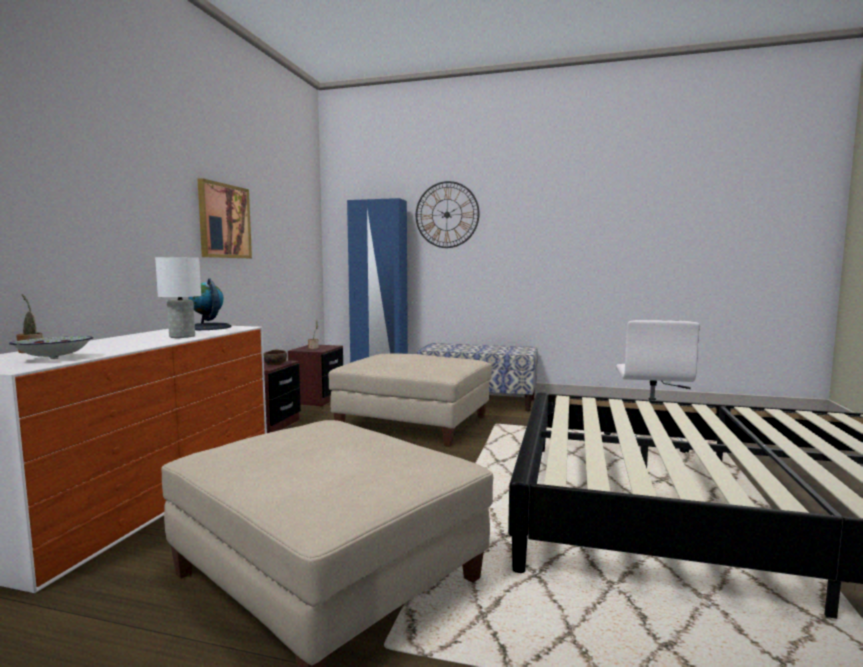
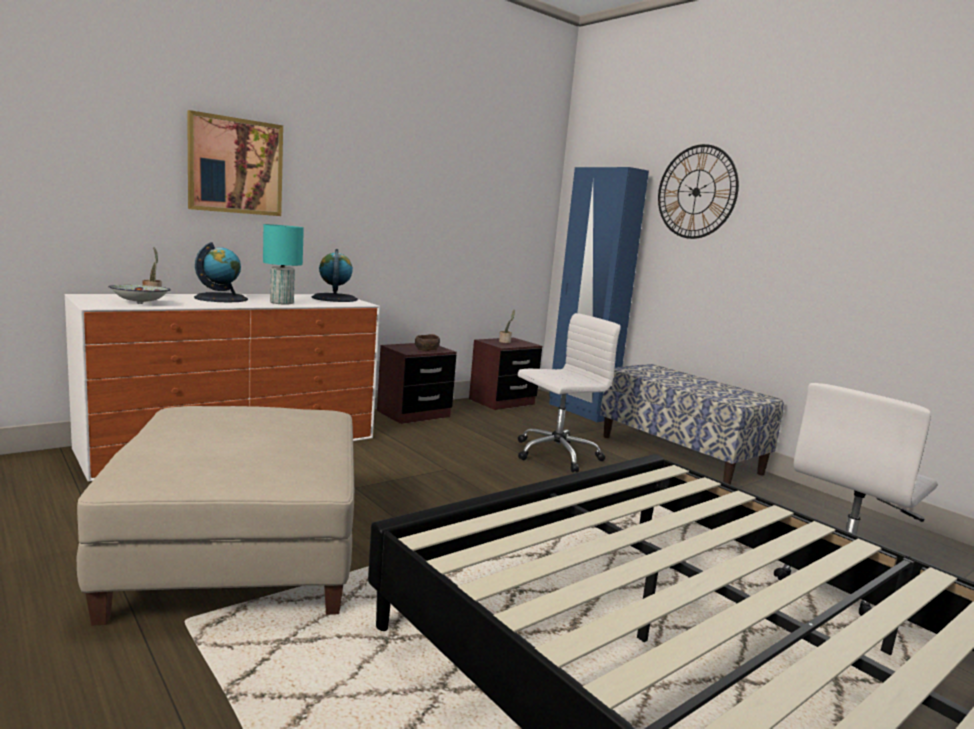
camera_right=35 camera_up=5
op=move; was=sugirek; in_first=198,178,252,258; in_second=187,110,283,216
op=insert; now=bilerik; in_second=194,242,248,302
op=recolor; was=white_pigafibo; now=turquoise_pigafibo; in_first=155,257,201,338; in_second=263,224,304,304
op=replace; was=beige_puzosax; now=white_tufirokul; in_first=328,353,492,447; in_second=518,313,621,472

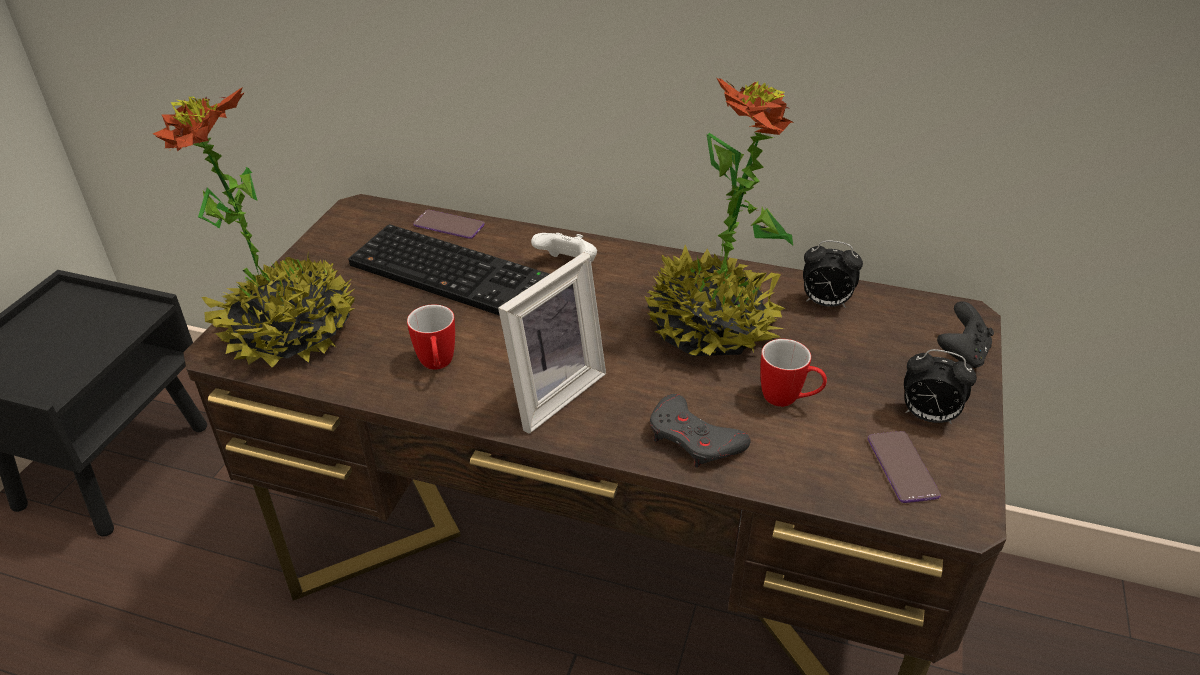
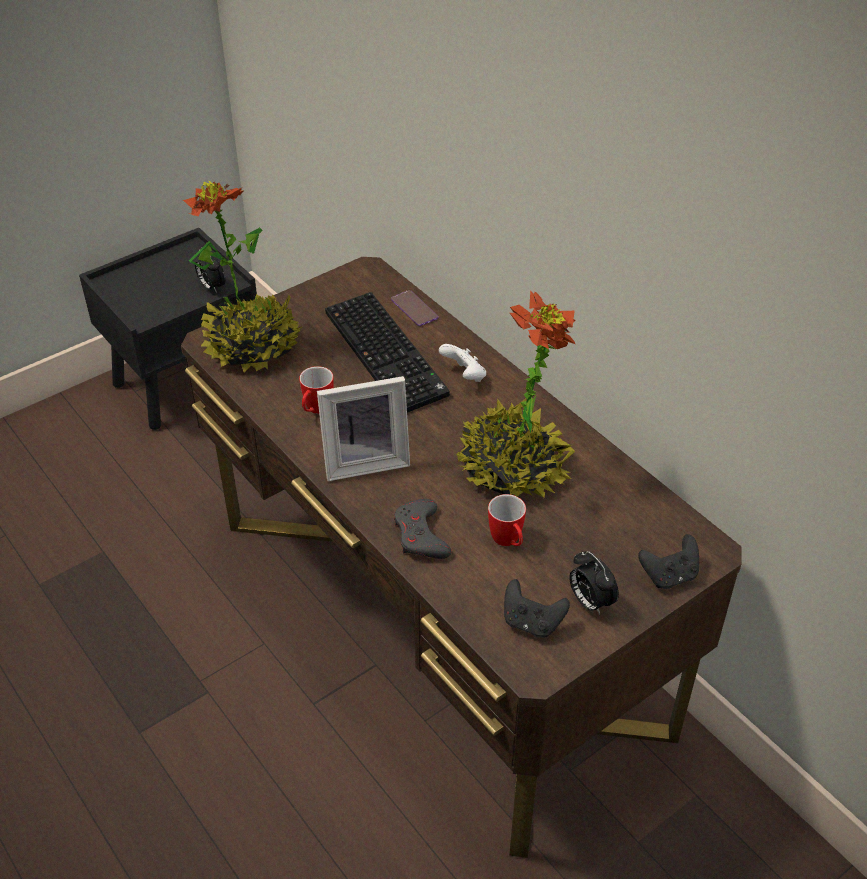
camera_right=35 camera_up=5
op=move; was=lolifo; in_first=803,240,863,308; in_second=195,247,225,293
op=replace; was=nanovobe; now=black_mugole; in_first=868,431,941,503; in_second=504,579,570,638

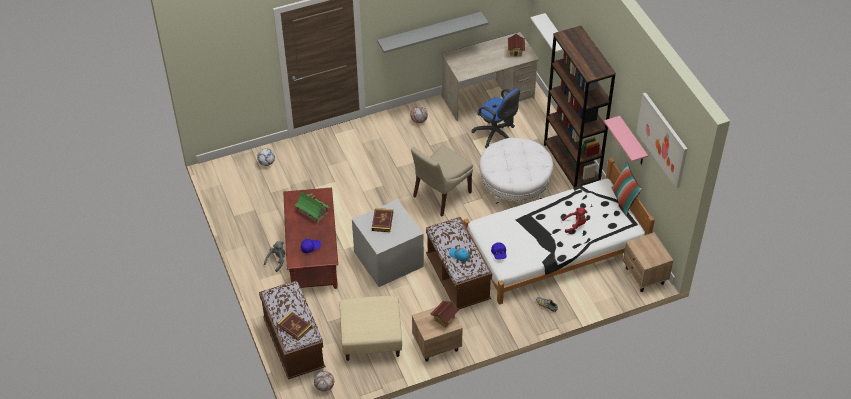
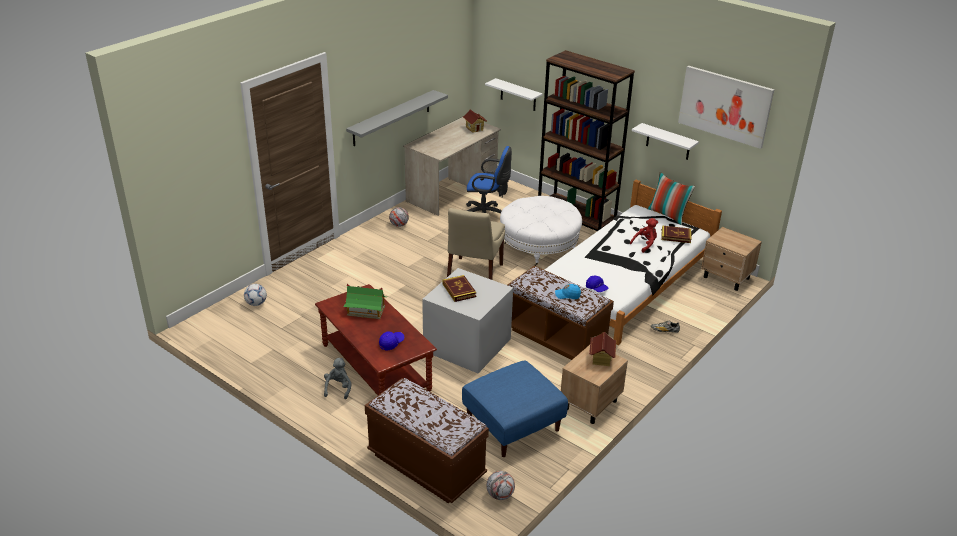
camera_right=-30 camera_up=-15
op=recolor; was=beige_puzosax; now=blue_puzosax; in_first=340,296,402,361; in_second=462,360,568,457
op=recolor; was=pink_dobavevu; now=white_dobavevu; in_first=604,116,648,165; in_second=632,123,699,160
op=move; was=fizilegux; in_first=277,311,312,341; in_second=661,226,692,243

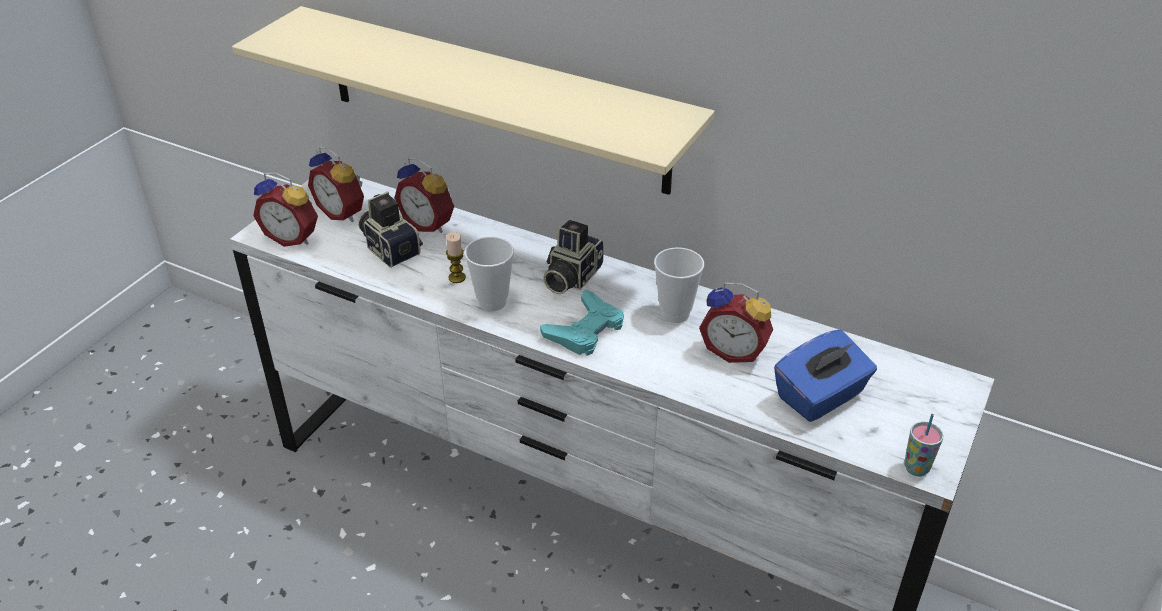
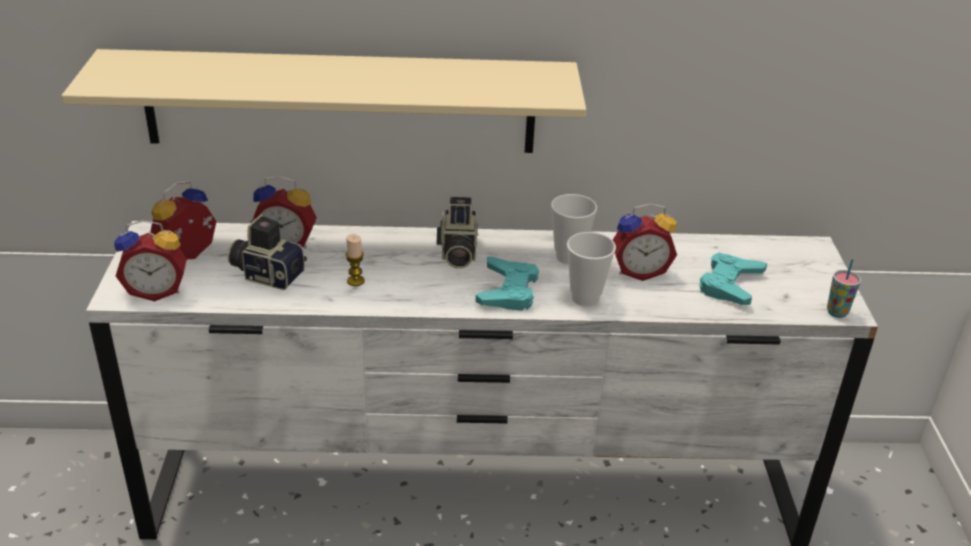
camera_right=-30 camera_up=-5
op=rotate; was=lolifo; in_first=308,147,364,222; in_second=150,181,217,259; clockwise=120
op=move; was=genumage; in_first=464,237,514,311; in_second=567,232,616,307
op=replace; was=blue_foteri; now=turquoise_mugole; in_first=774,330,877,422; in_second=699,253,767,305

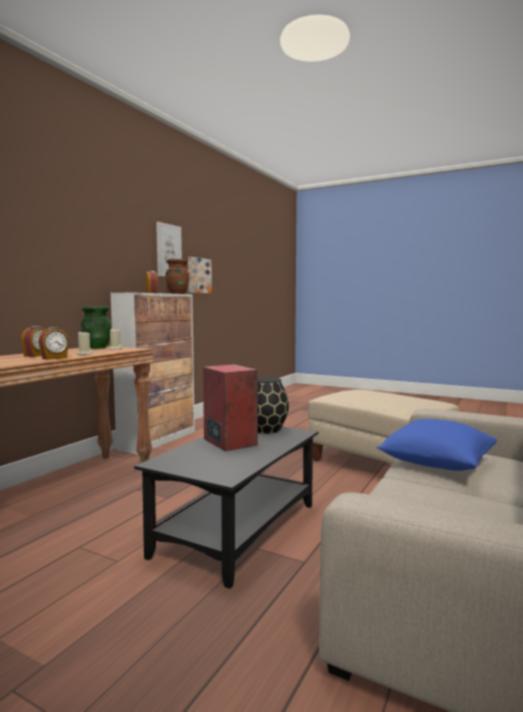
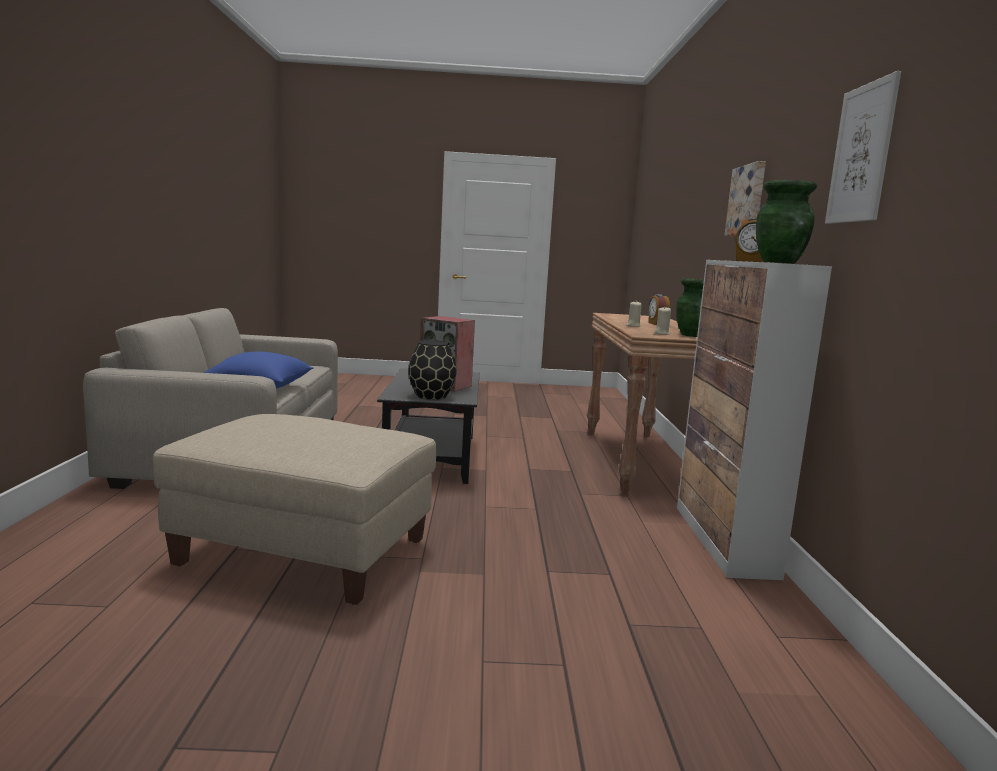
camera_right=150 camera_up=5
op=move; was=sugirek; in_first=188,257,212,293; in_second=724,161,766,236
op=recolor; was=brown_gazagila; now=green_gazagila; in_first=166,259,189,294; in_second=756,180,817,264
op=delete; was=lolifo; in_first=38,327,69,360

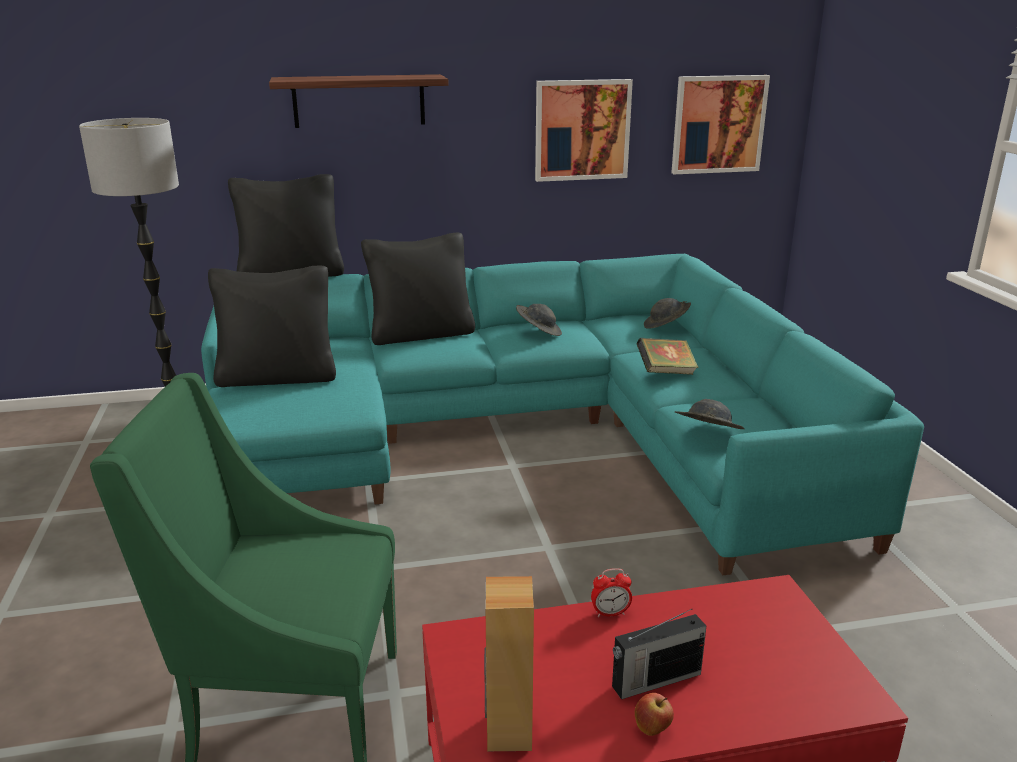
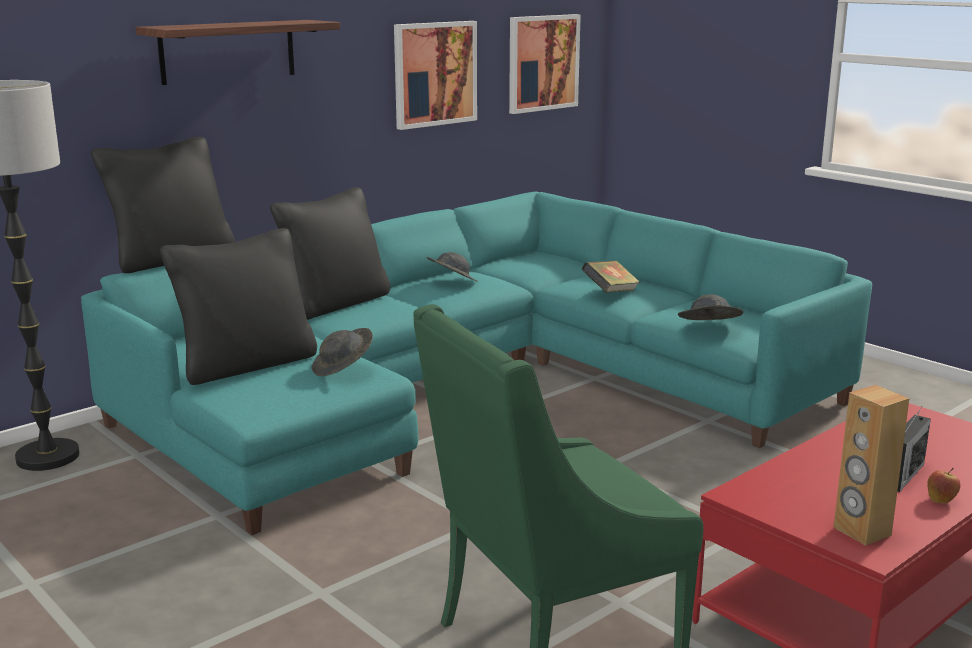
camera_right=-30 camera_up=-5
op=move; was=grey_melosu; in_first=644,298,691,329; in_second=312,328,373,376
op=delete; was=lolifo; in_first=591,568,632,617

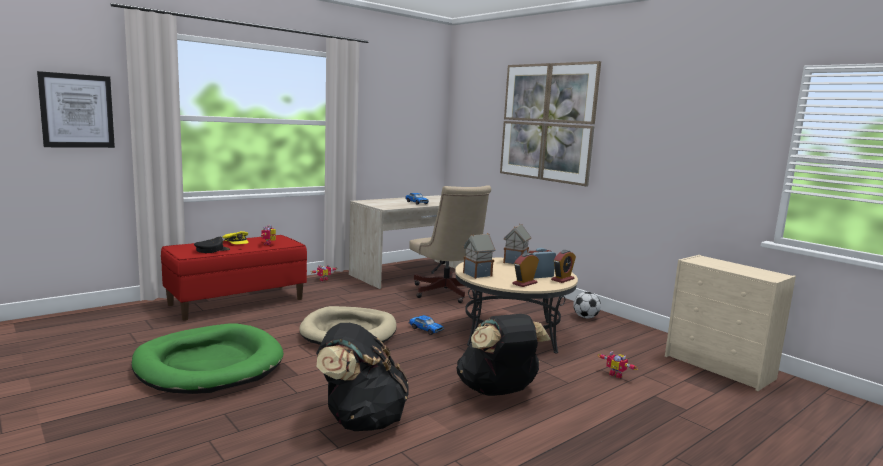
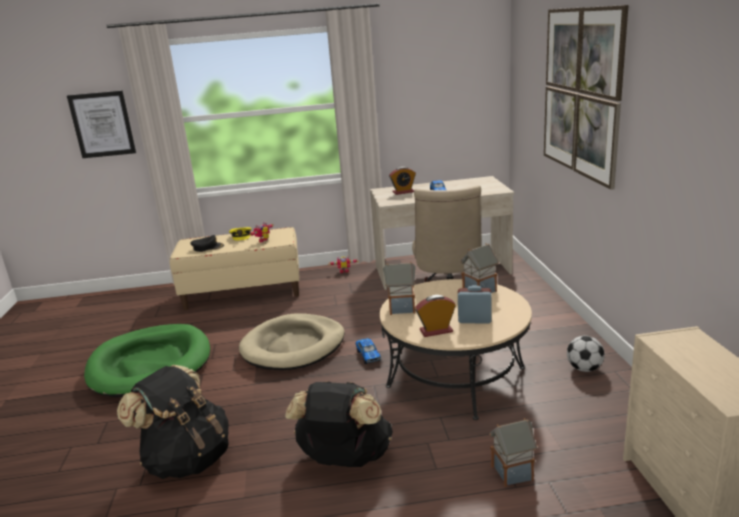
camera_right=35 camera_up=10
op=recolor; was=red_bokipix; now=beige_bokipix; in_first=161,235,307,321; in_second=170,227,299,310
op=move; was=lolifo; in_first=551,250,576,283; in_second=389,167,416,195
op=replace; was=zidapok; now=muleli; in_first=598,351,638,378; in_second=489,418,538,487

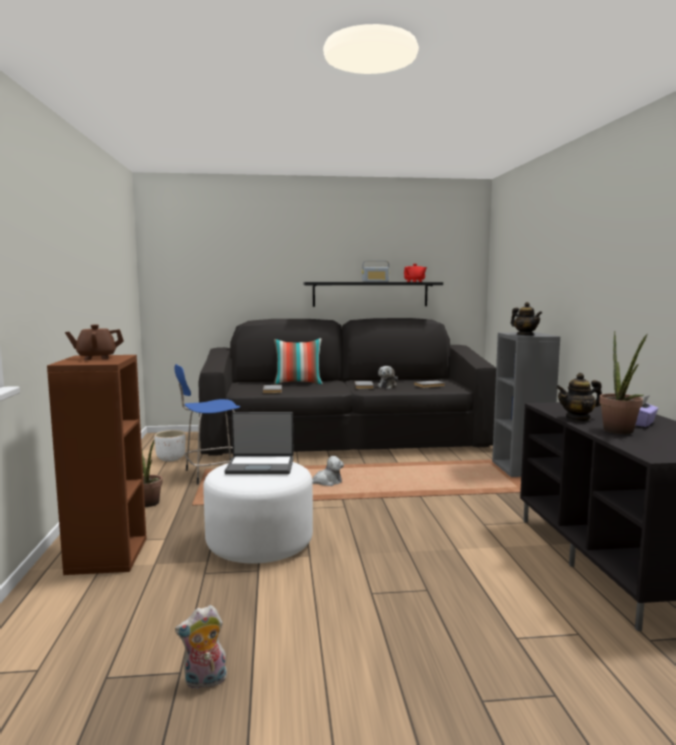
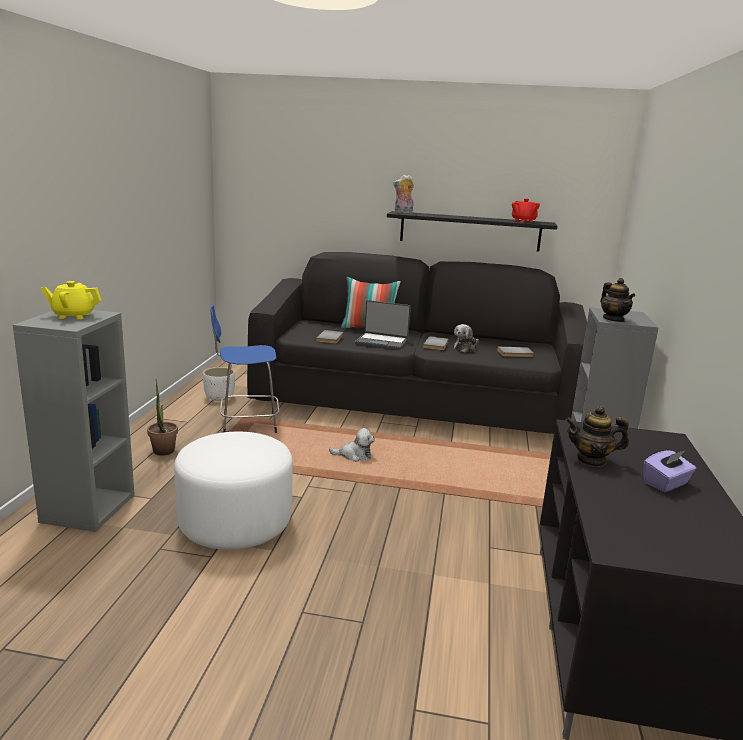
camera_right=15 camera_up=10
op=recolor; was=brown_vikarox; now=grey_vikarox; in_first=47,355,147,575; in_second=13,310,135,532
op=recolor; was=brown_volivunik; now=yellow_volivunik; in_first=65,324,124,360; in_second=41,281,101,319
op=move; was=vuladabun; in_first=225,412,293,474; in_second=355,300,411,350
op=move; was=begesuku; in_first=175,605,227,689; in_second=393,175,414,214
op=delete; was=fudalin; in_first=362,261,390,282
op=delete; was=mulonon; in_first=599,331,648,434

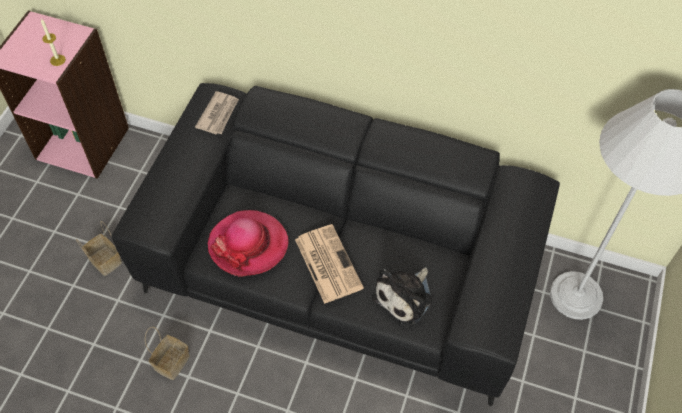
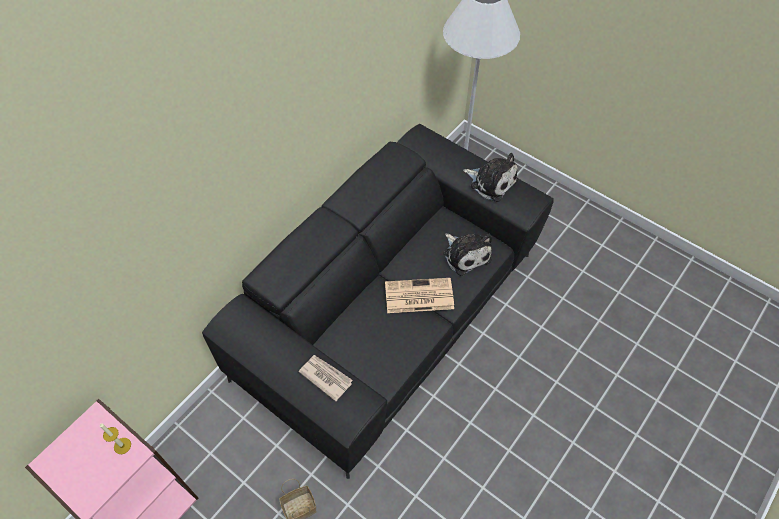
camera_right=-70 camera_up=0
op=move; was=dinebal; in_first=195,91,239,134; in_second=298,355,353,401
op=insert; now=begesuku; in_second=463,153,518,202
op=delete; was=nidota; in_first=145,327,190,380
op=delete; was=melosu; in_first=207,210,289,277

